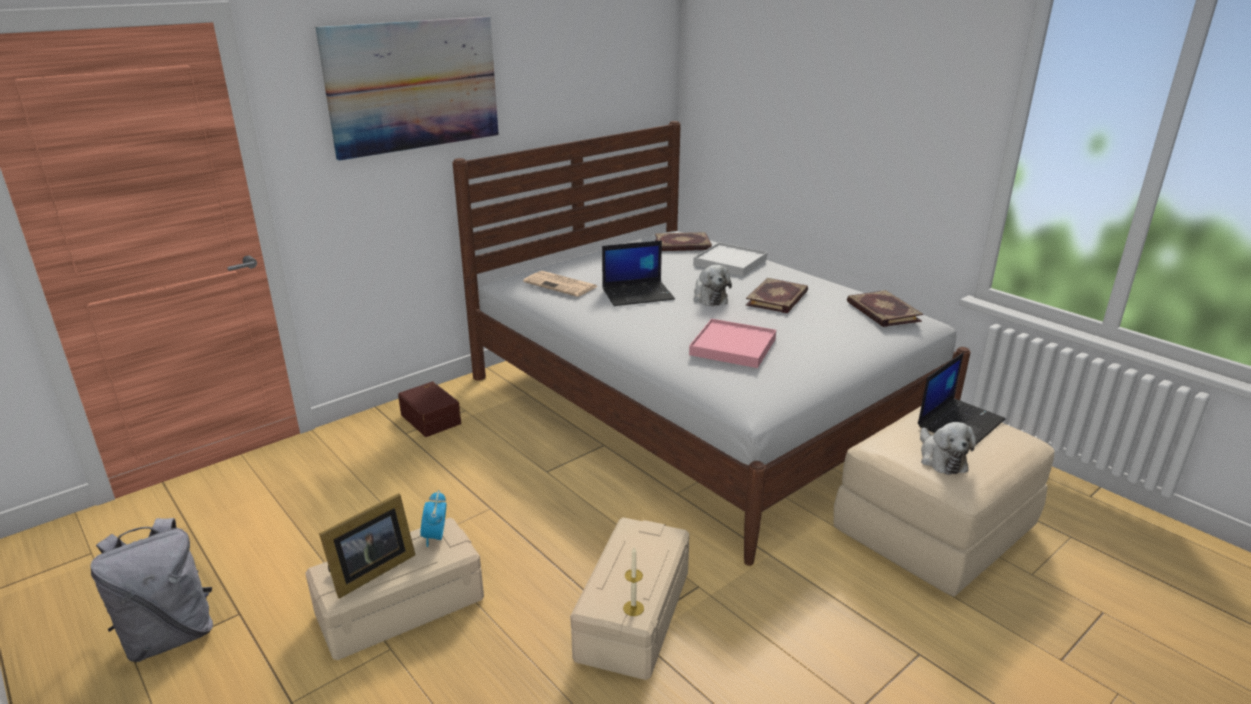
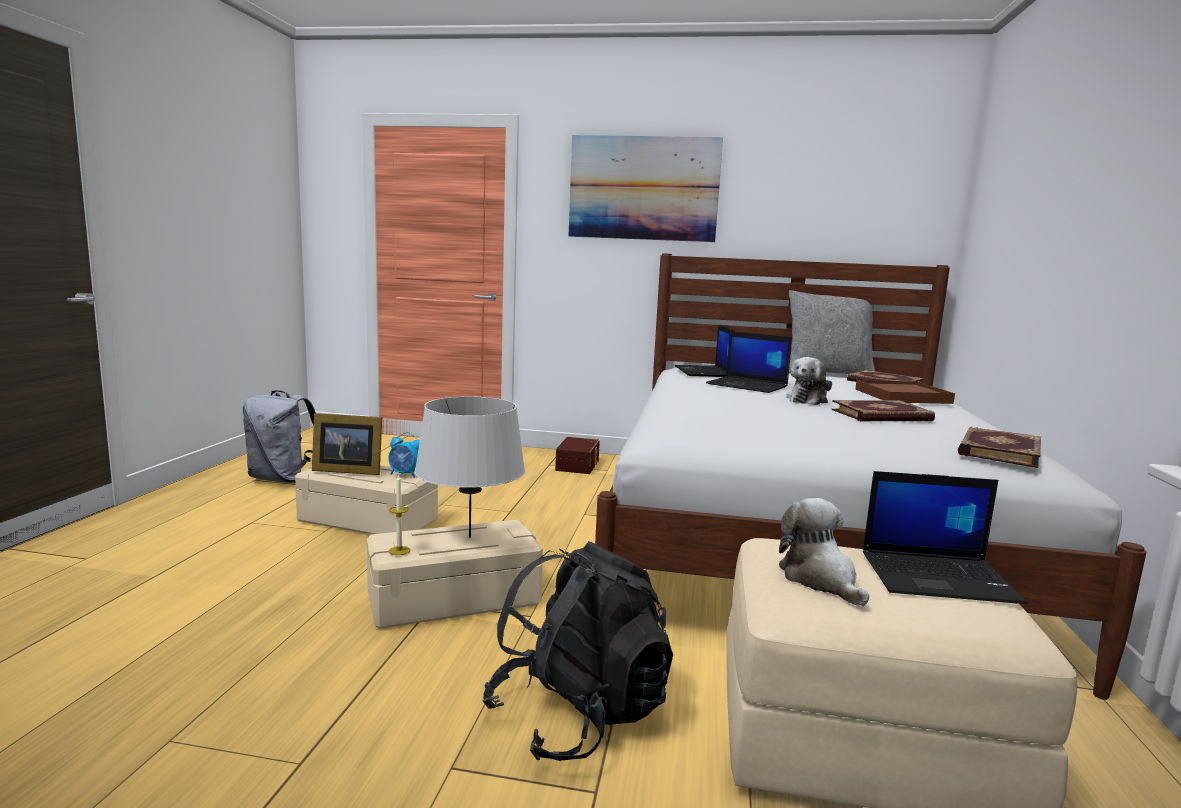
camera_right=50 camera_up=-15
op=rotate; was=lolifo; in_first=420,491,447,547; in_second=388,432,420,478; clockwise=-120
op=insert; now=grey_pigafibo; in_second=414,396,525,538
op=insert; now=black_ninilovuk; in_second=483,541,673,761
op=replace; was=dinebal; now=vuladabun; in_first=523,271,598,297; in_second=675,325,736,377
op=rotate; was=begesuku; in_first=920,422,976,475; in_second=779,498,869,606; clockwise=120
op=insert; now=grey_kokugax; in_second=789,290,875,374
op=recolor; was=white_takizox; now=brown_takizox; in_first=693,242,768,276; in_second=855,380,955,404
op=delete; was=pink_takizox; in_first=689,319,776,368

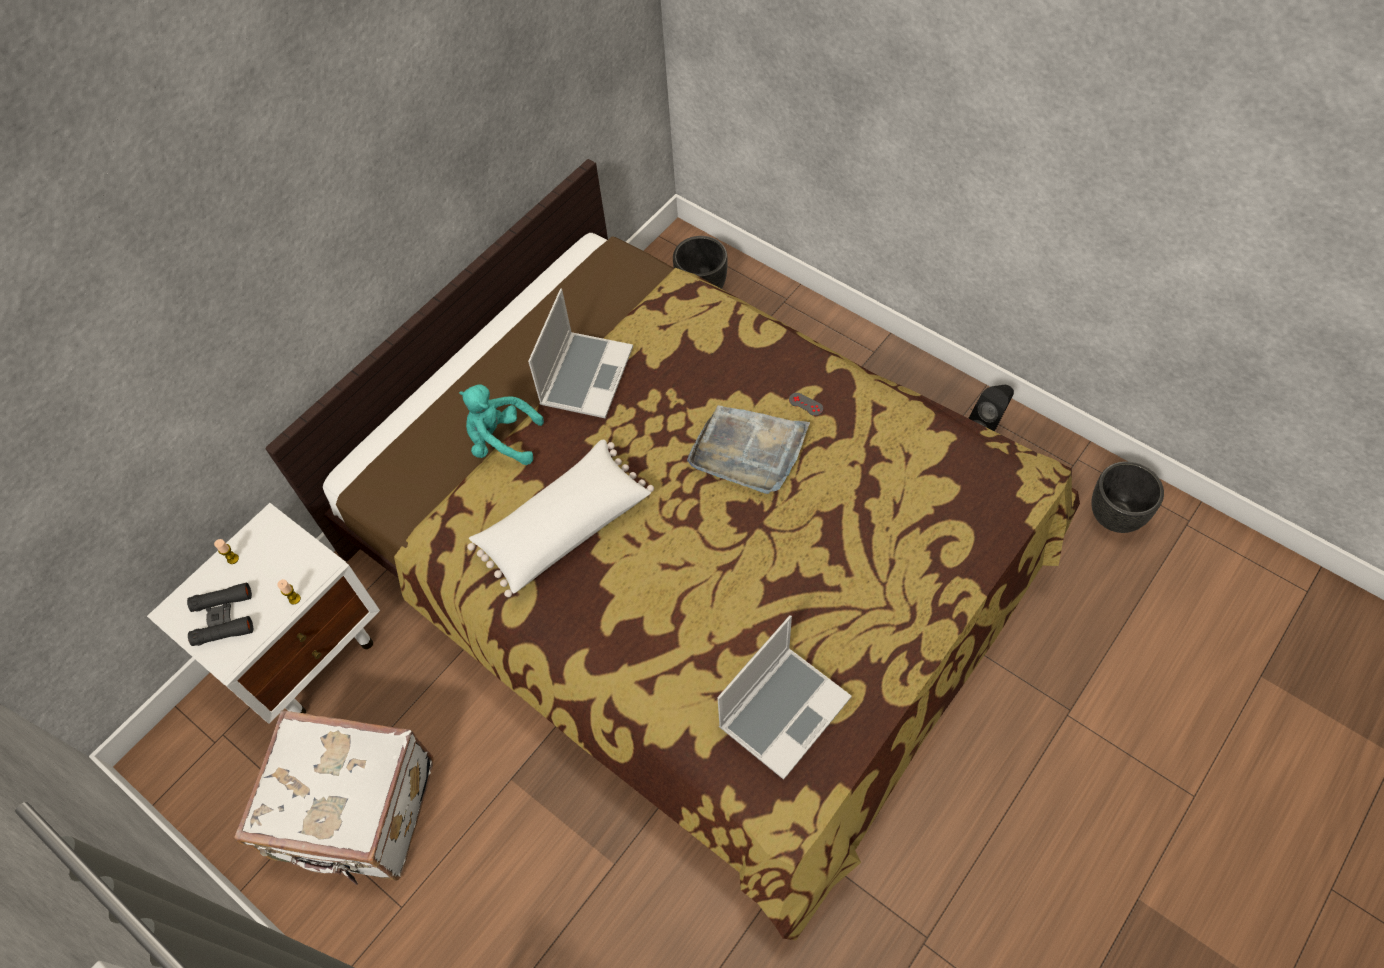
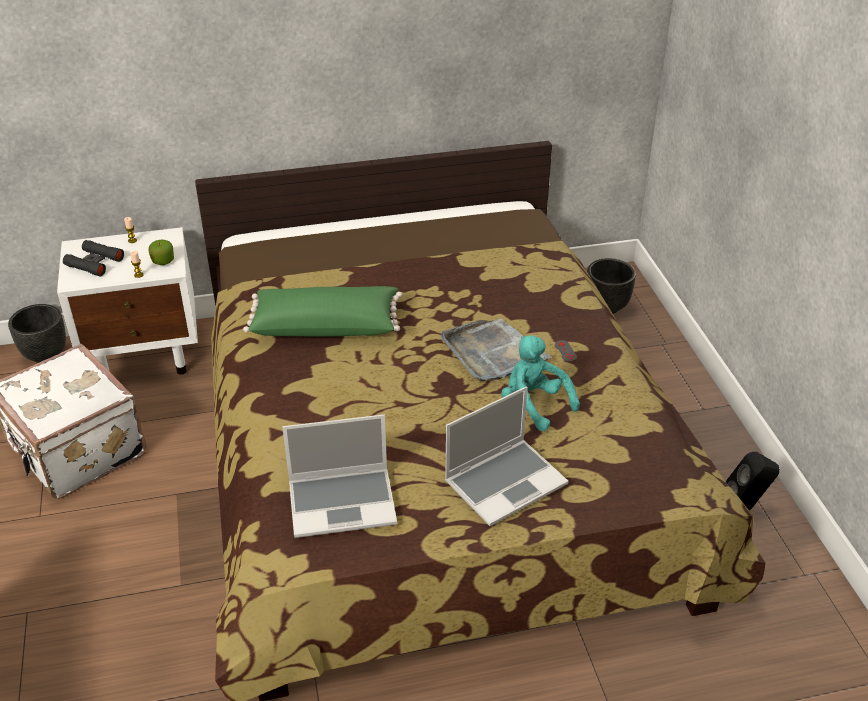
camera_right=35 camera_up=-20
op=move; was=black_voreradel; in_first=1091,461,1164,533; in_second=8,304,66,363
op=insert; now=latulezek; in_second=148,240,174,265
op=recolor; was=white_kokugax; now=green_kokugax; in_first=467,440,654,597; in_second=243,286,402,337
op=move; was=vuladabun; in_first=528,289,633,418; in_second=445,386,569,526
op=move; was=turquoise_begesuku; in_first=459,384,544,465; in_second=501,335,580,431

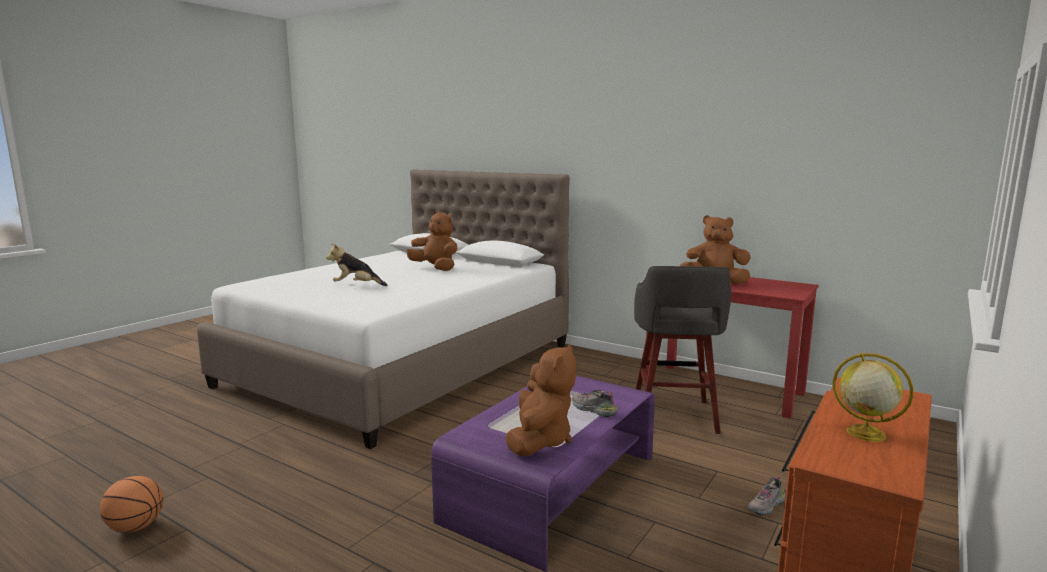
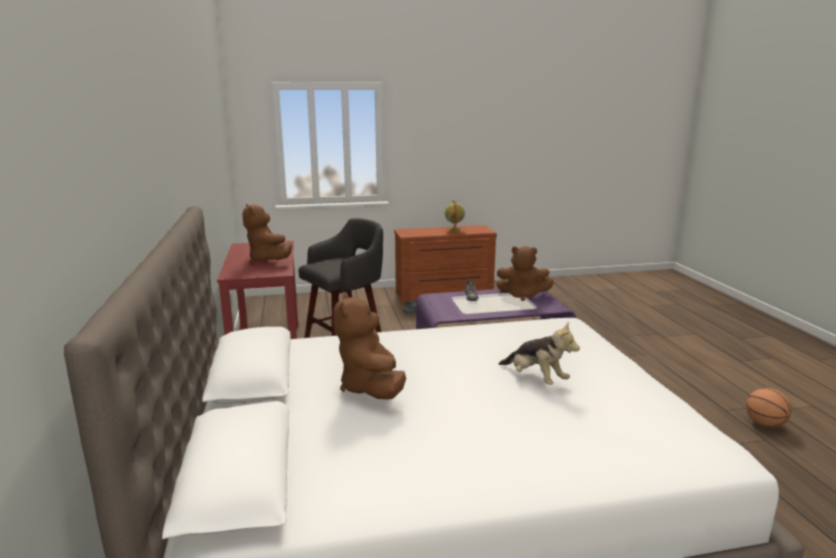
camera_right=-135 camera_up=5
op=rotate; was=brown_begesuku; in_first=506,344,576,456; in_second=496,246,554,301; clockwise=-135

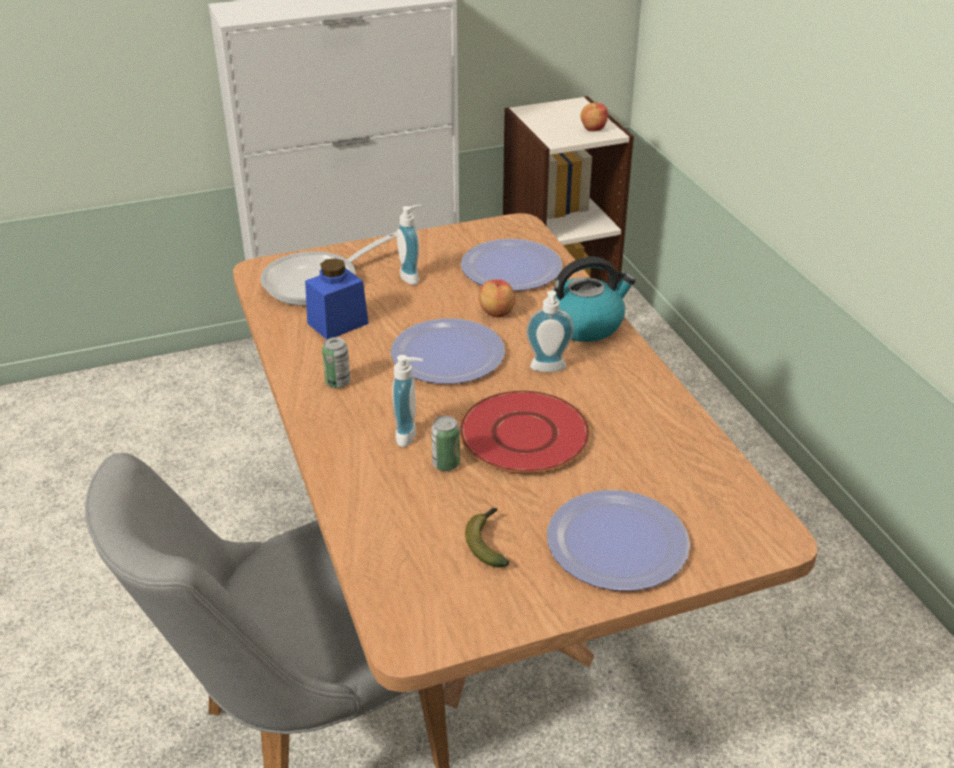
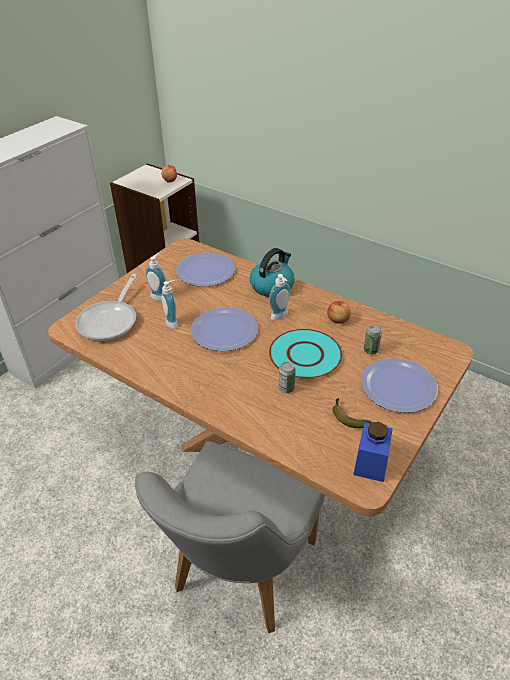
camera_right=-35 camera_up=5
op=move; was=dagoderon; in_first=392,355,423,447; in_second=161,280,178,329
op=recolor; was=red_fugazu; now=turquoise_fugazu; in_first=460,391,590,474; in_second=269,329,342,379
op=move; was=latulezek; in_first=479,279,515,317; in_second=327,301,351,324
op=move; was=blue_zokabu; in_first=305,258,369,340; in_second=353,422,393,482
op=move; was=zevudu; in_first=322,337,351,388; in_second=364,325,382,354

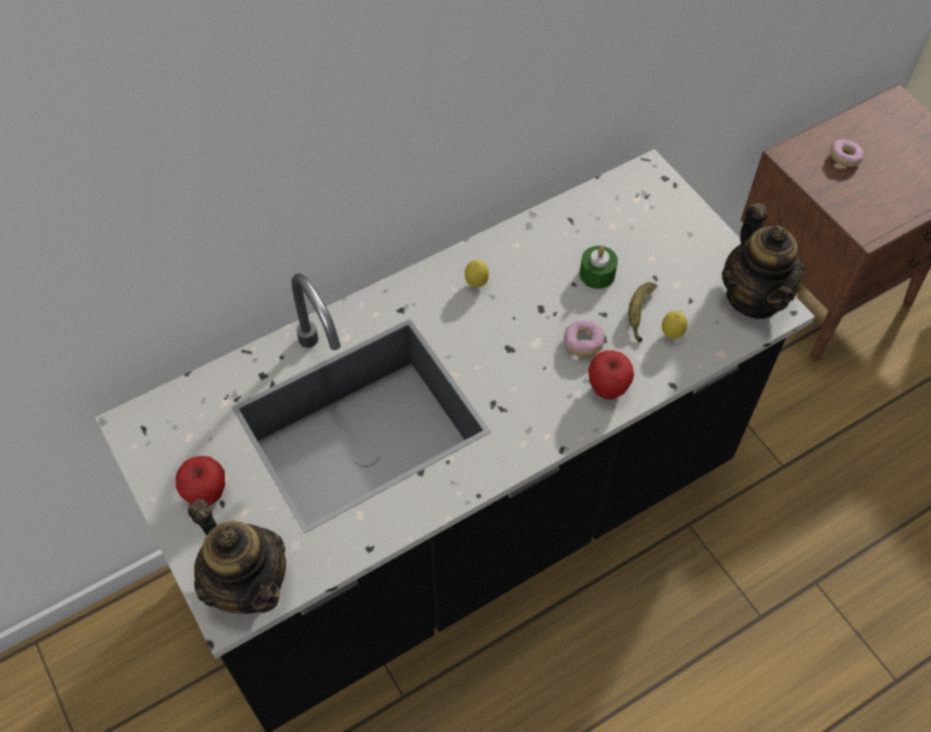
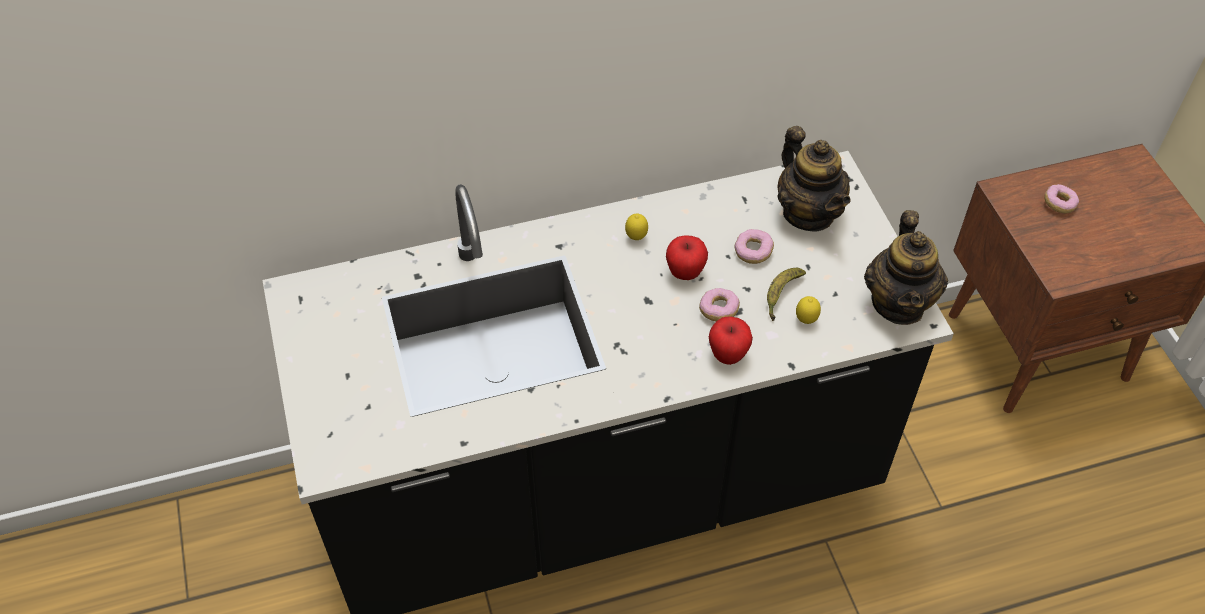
camera_right=15 camera_up=-5
op=move; was=latulezek; in_first=176,456,225,506; in_second=666,235,708,280
op=replace; was=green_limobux; now=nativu; in_first=580,246,618,289; in_second=735,229,774,264
op=move; was=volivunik; in_first=188,499,286,614; in_second=777,126,851,231

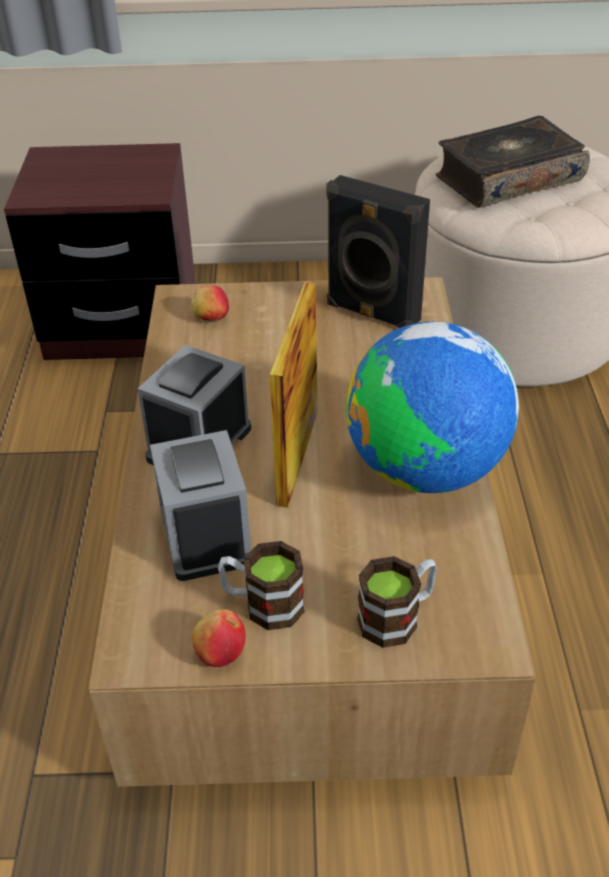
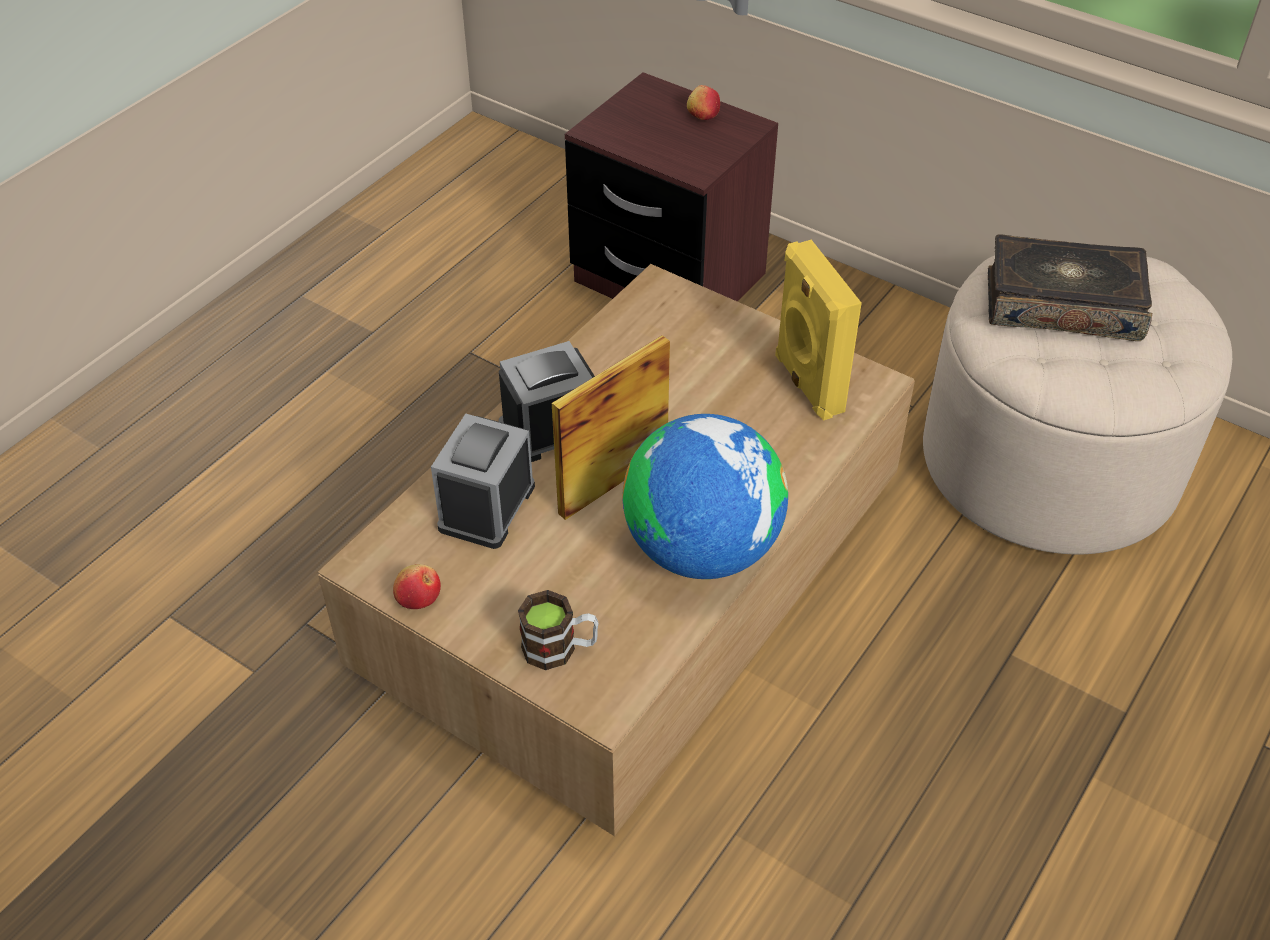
camera_right=35 camera_up=5
op=move; was=latulezek; in_first=191,285,229,321; in_second=687,85,720,120
op=recolor; was=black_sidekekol; now=yellow_sidekekol; in_first=326,175,430,328; in_second=775,240,862,420
op=delete; was=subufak; in_first=218,541,305,630

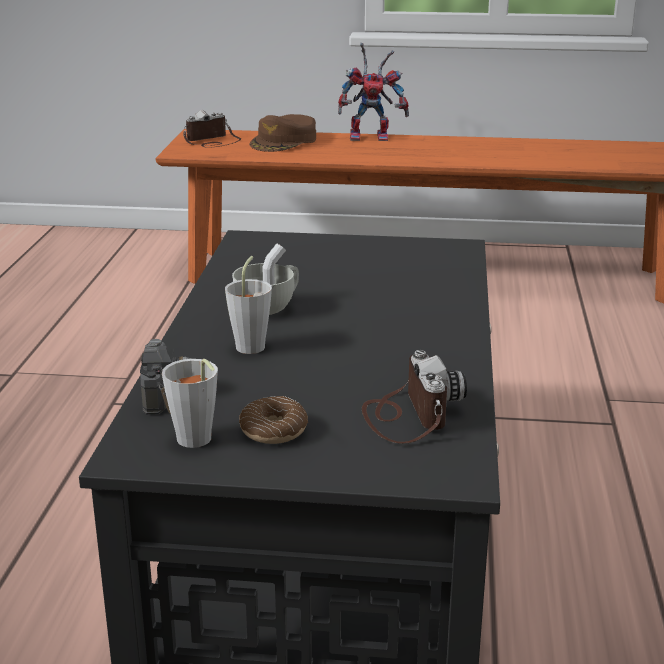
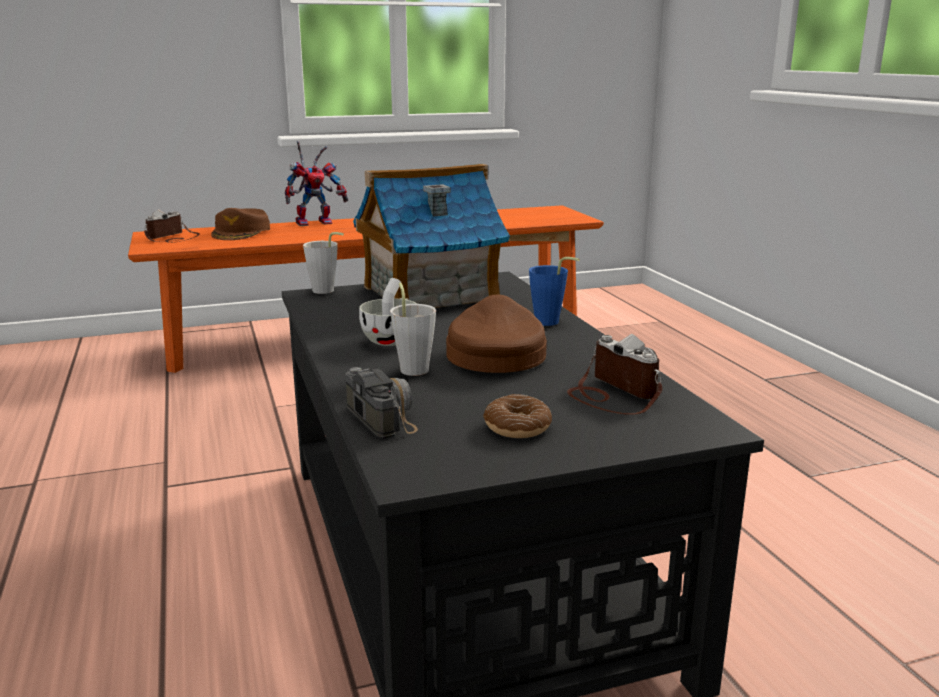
camera_right=-25 camera_up=-5
op=move; was=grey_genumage; in_first=162,359,218,448; in_second=303,232,344,294
op=insert; now=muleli; in_second=353,164,510,308
op=insert; now=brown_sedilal; in_second=446,294,547,373
op=insert; now=blue_genumage; in_second=529,257,580,326

